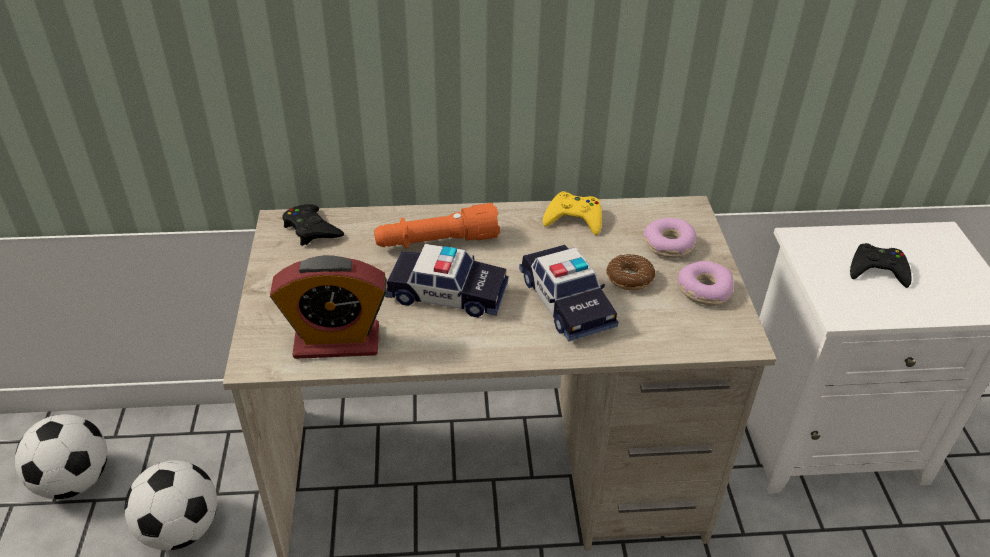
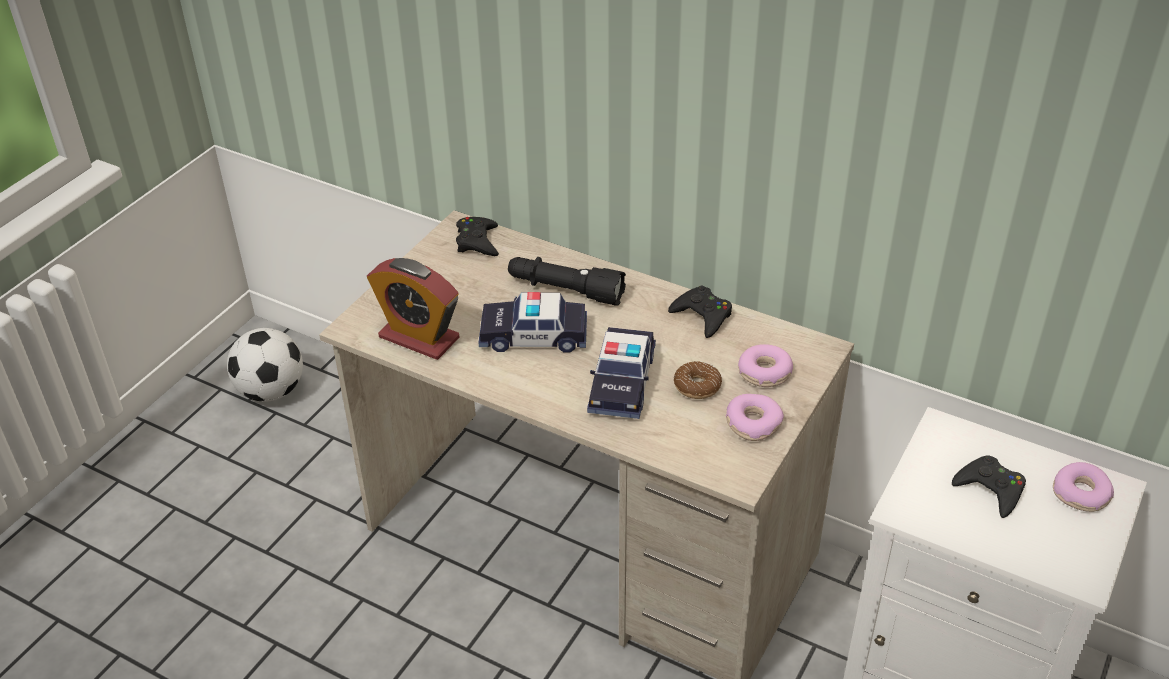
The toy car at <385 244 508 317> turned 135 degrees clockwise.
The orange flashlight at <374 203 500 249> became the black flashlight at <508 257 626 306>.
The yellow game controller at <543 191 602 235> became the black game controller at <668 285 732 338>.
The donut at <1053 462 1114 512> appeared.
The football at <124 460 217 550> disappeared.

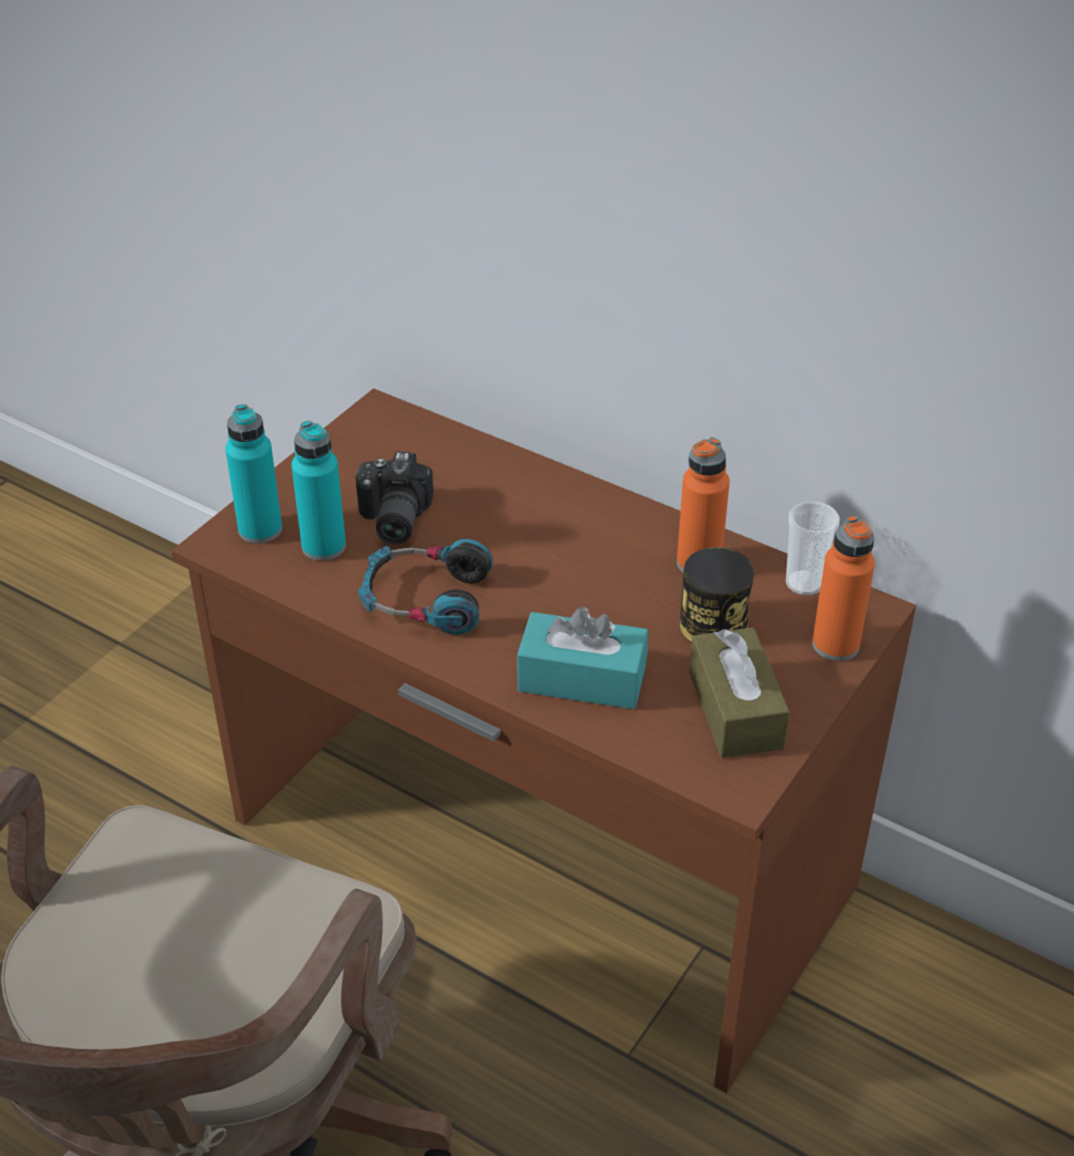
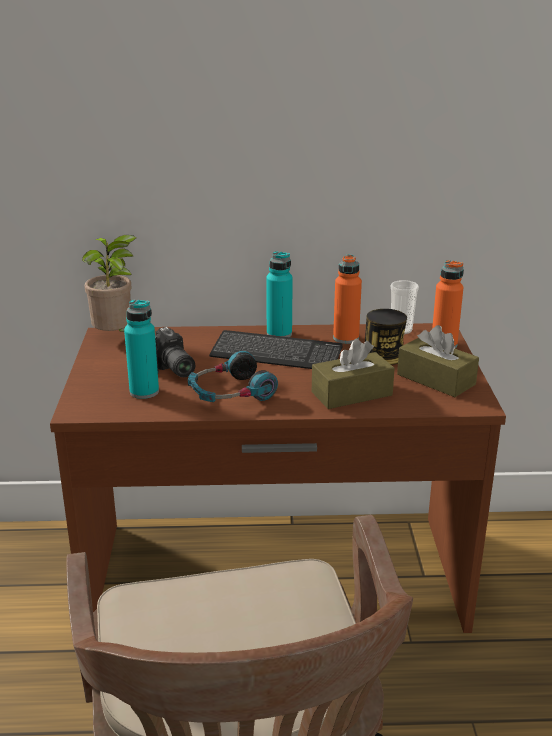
The potted plant at <82 235 136 332> appeared.
The keyboard at <209 330 343 369> appeared.
The turquoise bottle moved from <225 404 282 544> to <266 251 293 337>.
The turquoise tissue box at <517 607 648 709> became the brown tissue box at <312 339 395 409>.

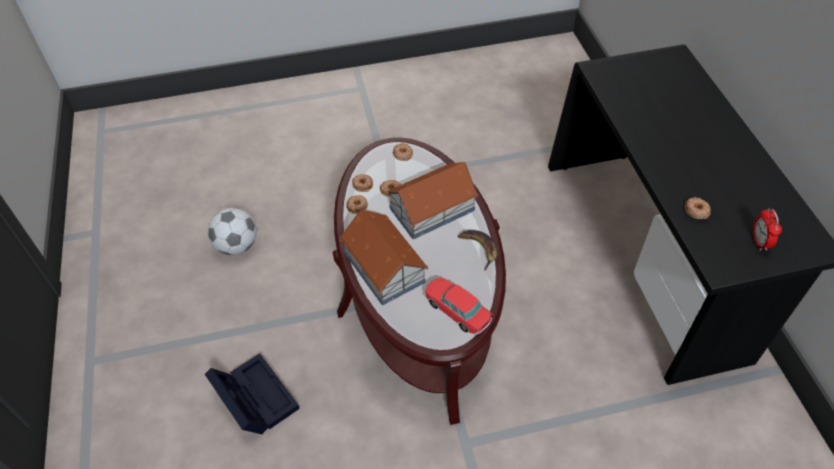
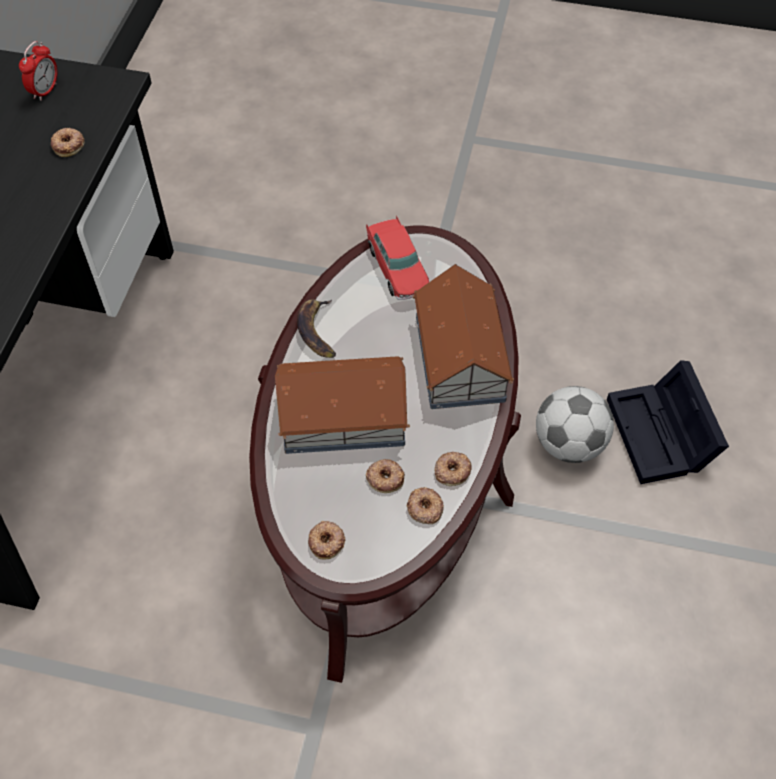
The football moved from <208 208 257 255> to <536 386 614 463>.

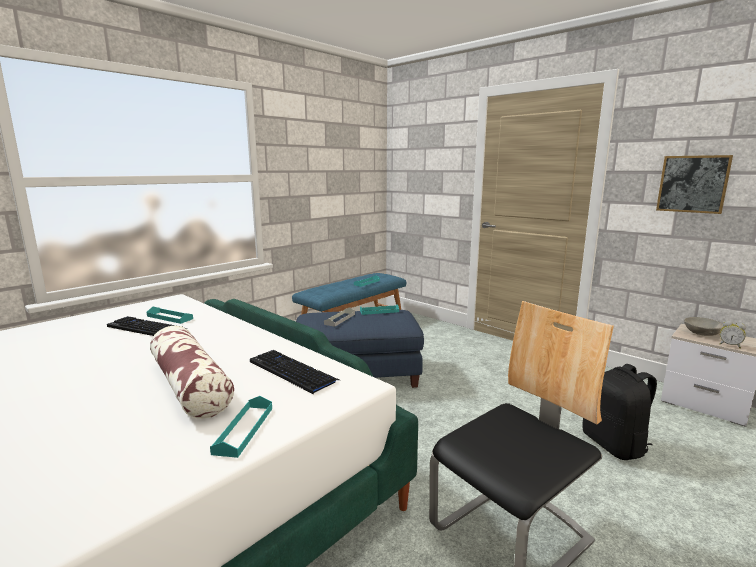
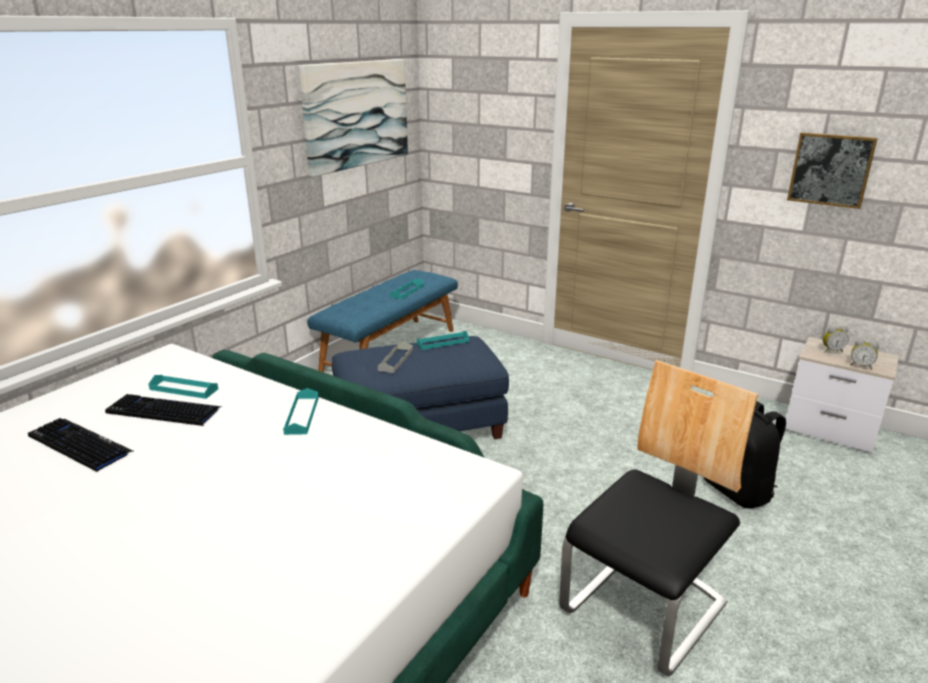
The keyboard moved from <250 350 339 394> to <28 418 134 472>.
The turquoise tray moved from <210 396 272 458> to <283 388 319 435>.
The picture at <299 59 408 177> appeared.
The grey bowl at <684 317 724 336> was replaced by the alarm clock at <823 326 849 353>.
The pillow at <150 326 234 419> disappeared.

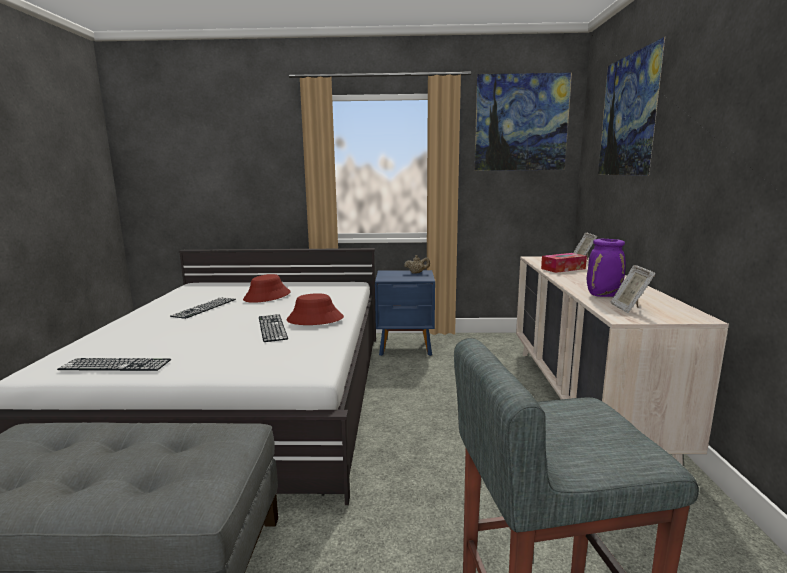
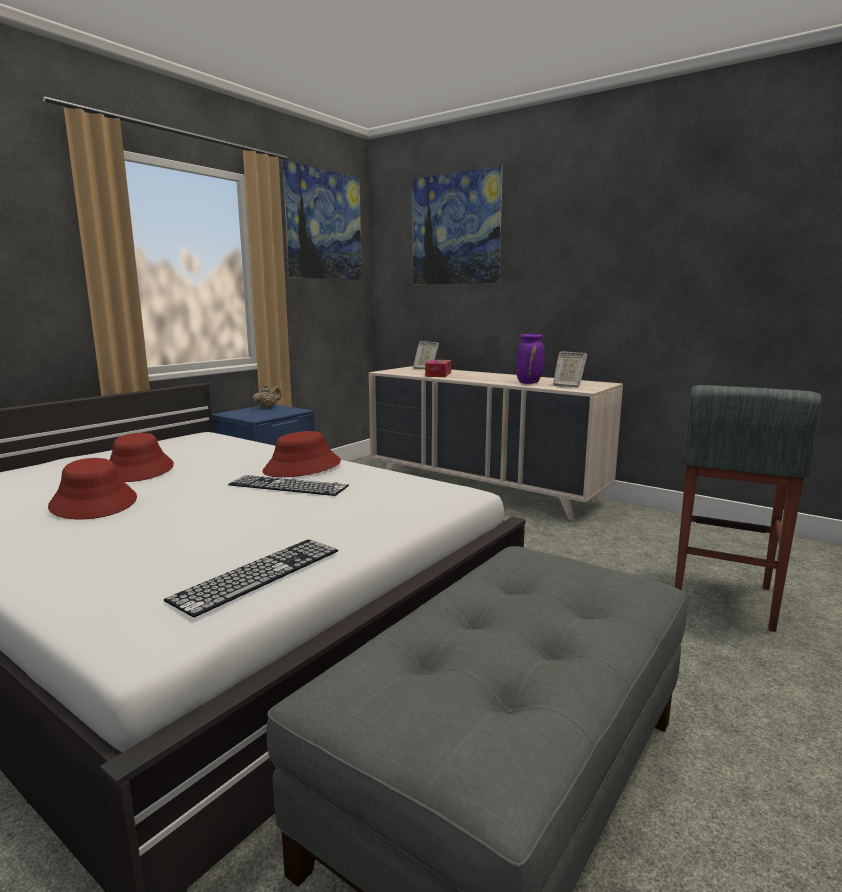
The keyboard at <170 297 236 319> was replaced by the red hat at <48 458 137 520>.

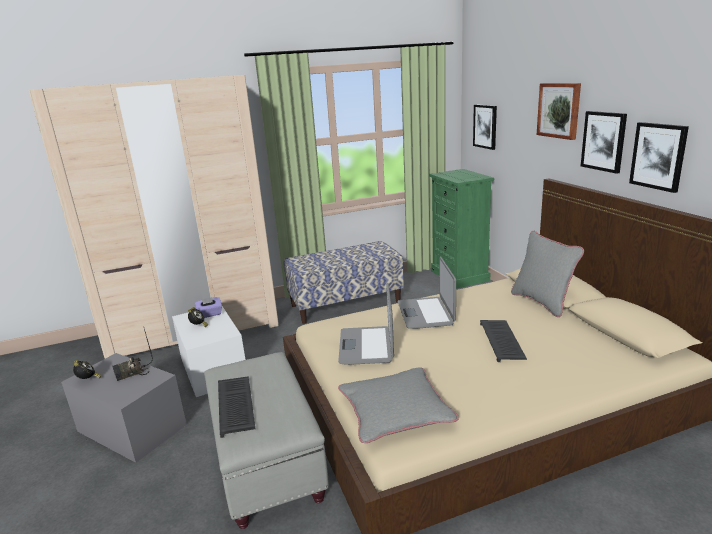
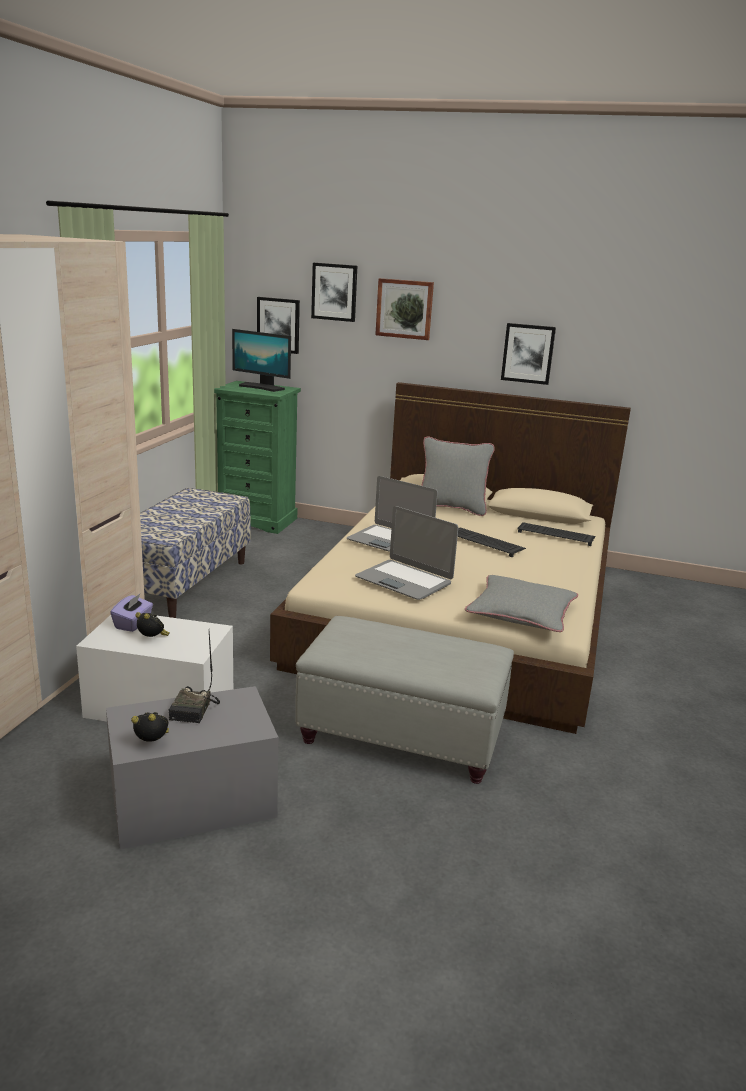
The monitor at <232 329 291 392> appeared.
The picture moved from <581 111 627 174> to <311 263 357 322>.
The keyboard moved from <218 376 255 438> to <517 522 595 546>.

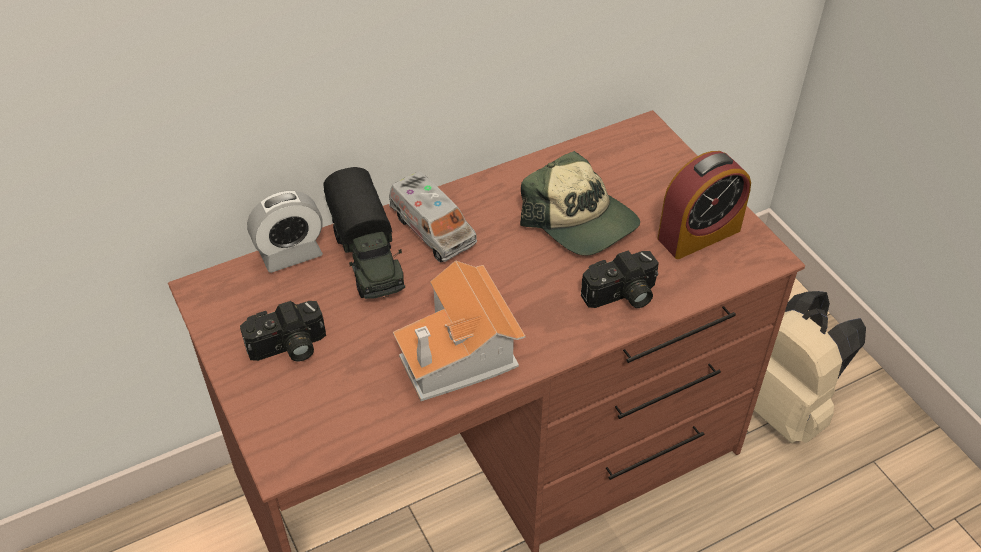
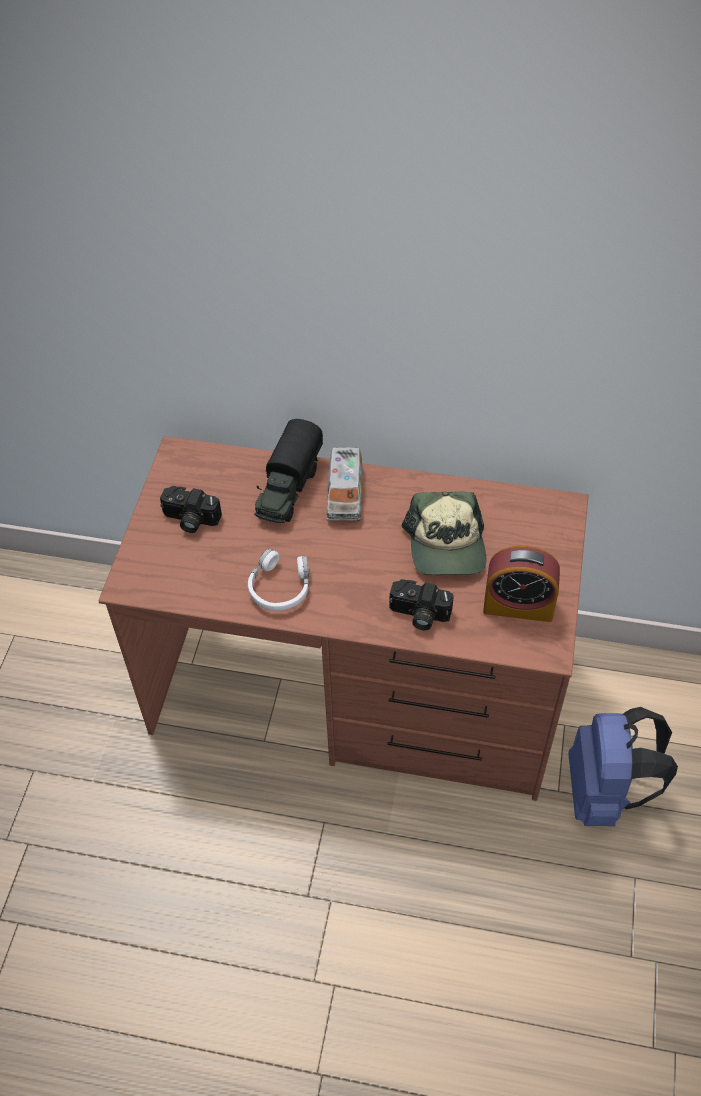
The toy house at <393 260 526 401> was replaced by the white headphones at <248 548 309 611>.
The beige backpack at <754 291 866 443> became the blue backpack at <568 707 678 826>.
The alarm clock at <247 191 323 273> disappeared.

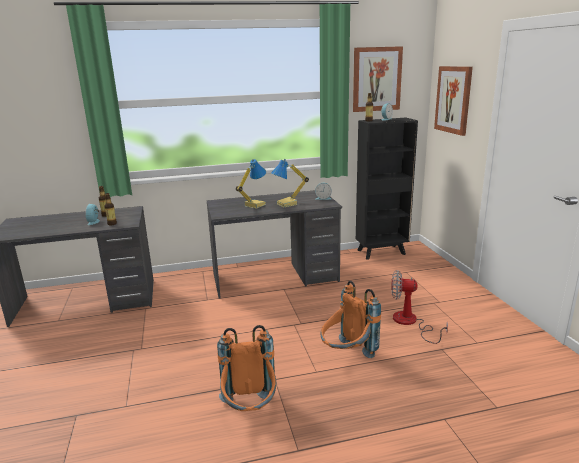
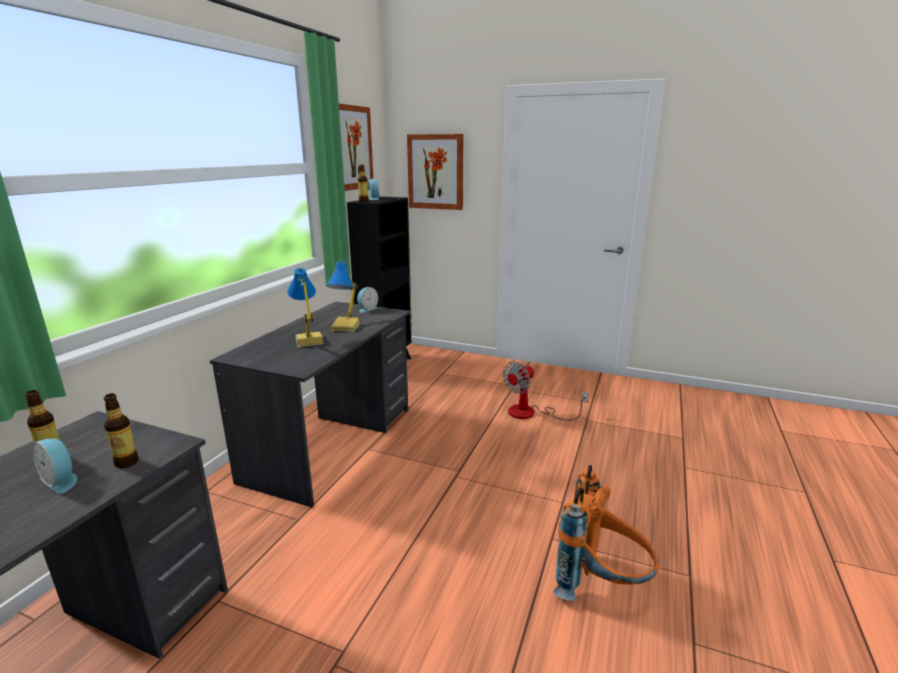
The orange backpack at <321 281 381 358> disappeared.

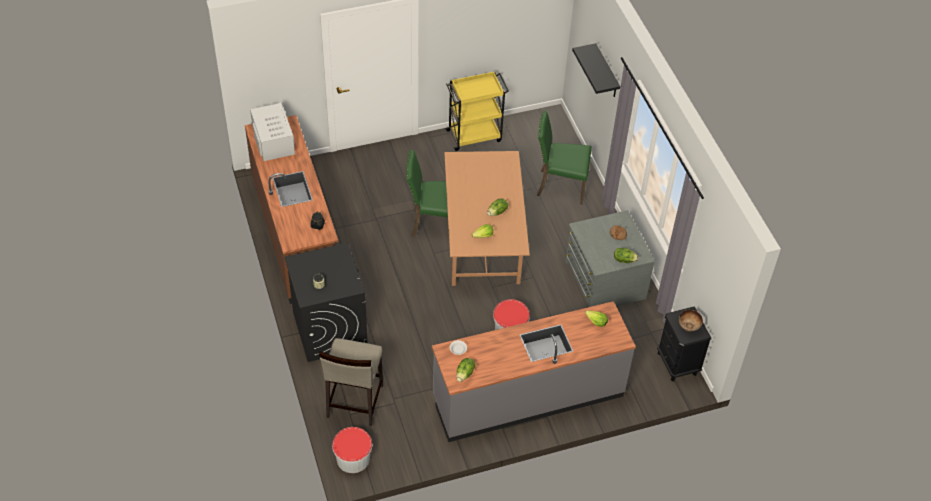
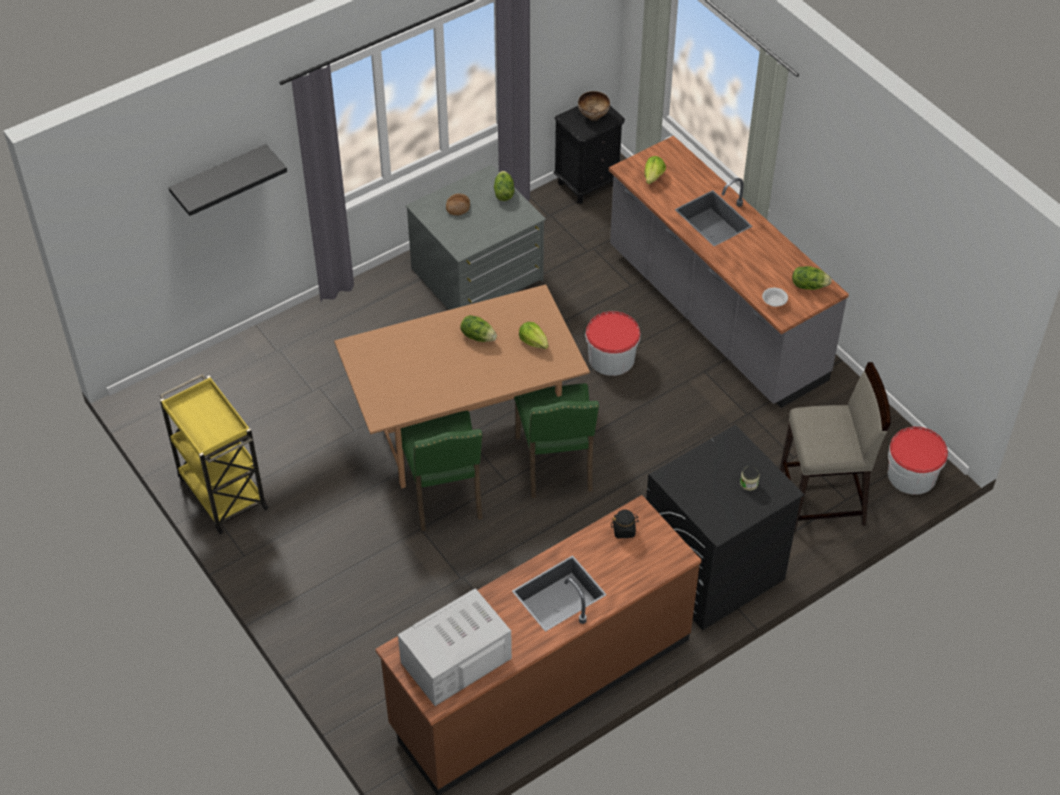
The green chair moved from <537 111 592 205> to <514 383 599 498>.

